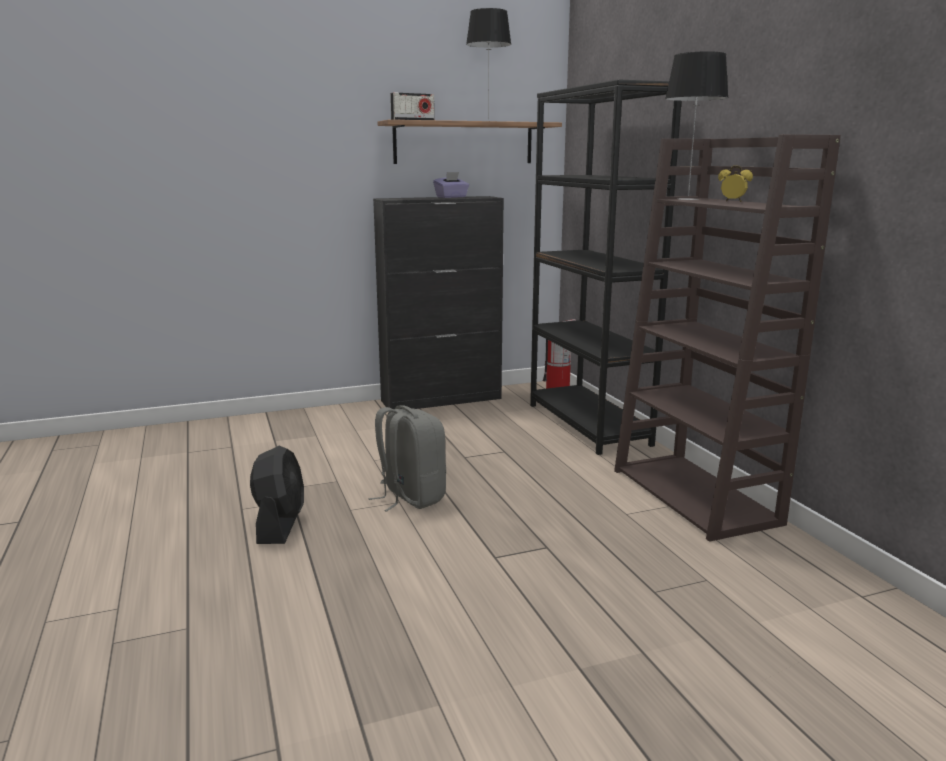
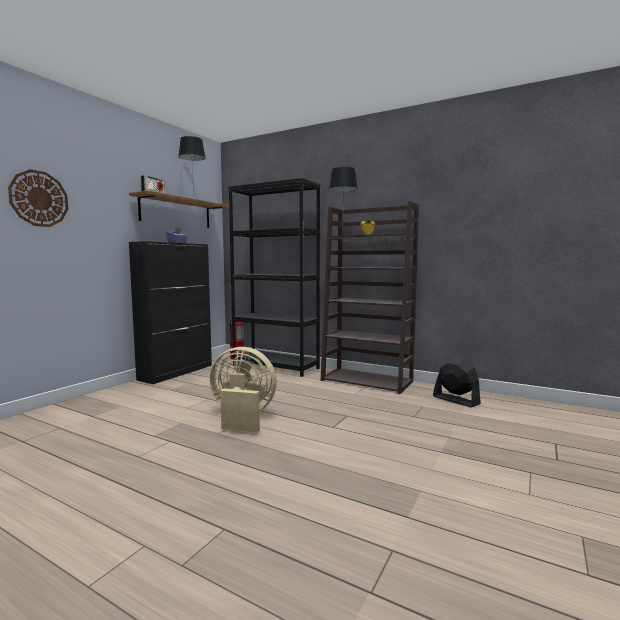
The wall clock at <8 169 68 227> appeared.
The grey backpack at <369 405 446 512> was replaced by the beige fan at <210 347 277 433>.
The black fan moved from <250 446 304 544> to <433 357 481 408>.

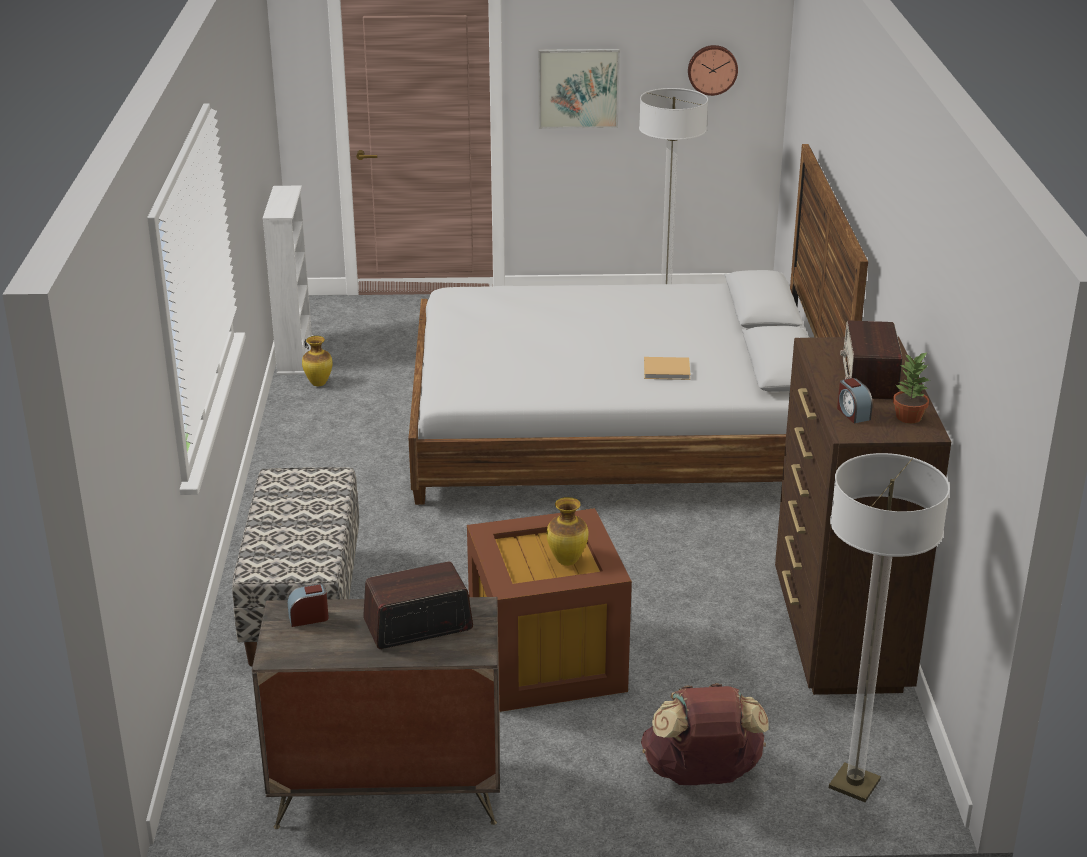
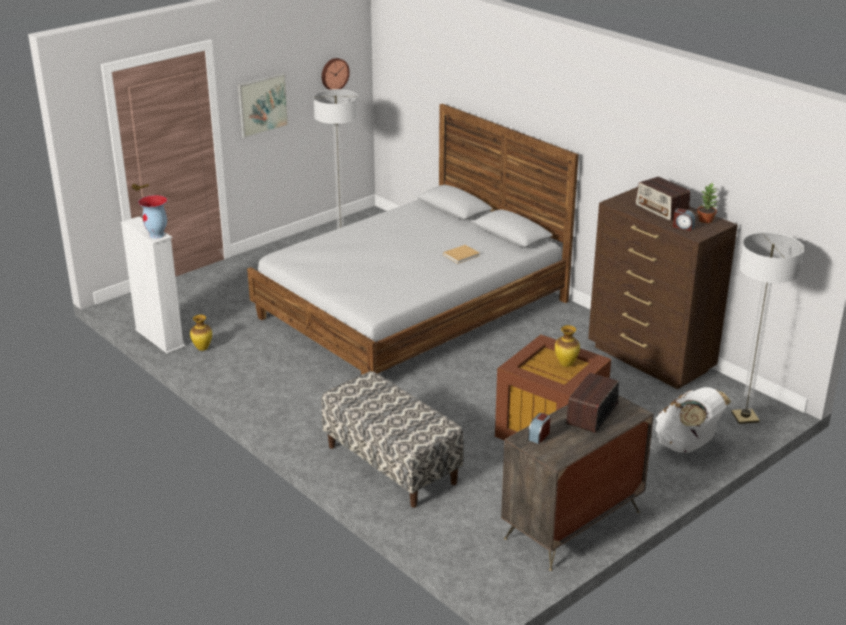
The vase at <138 195 167 239> appeared.
The brown backpack at <641 683 769 785> became the white backpack at <656 387 731 453>.

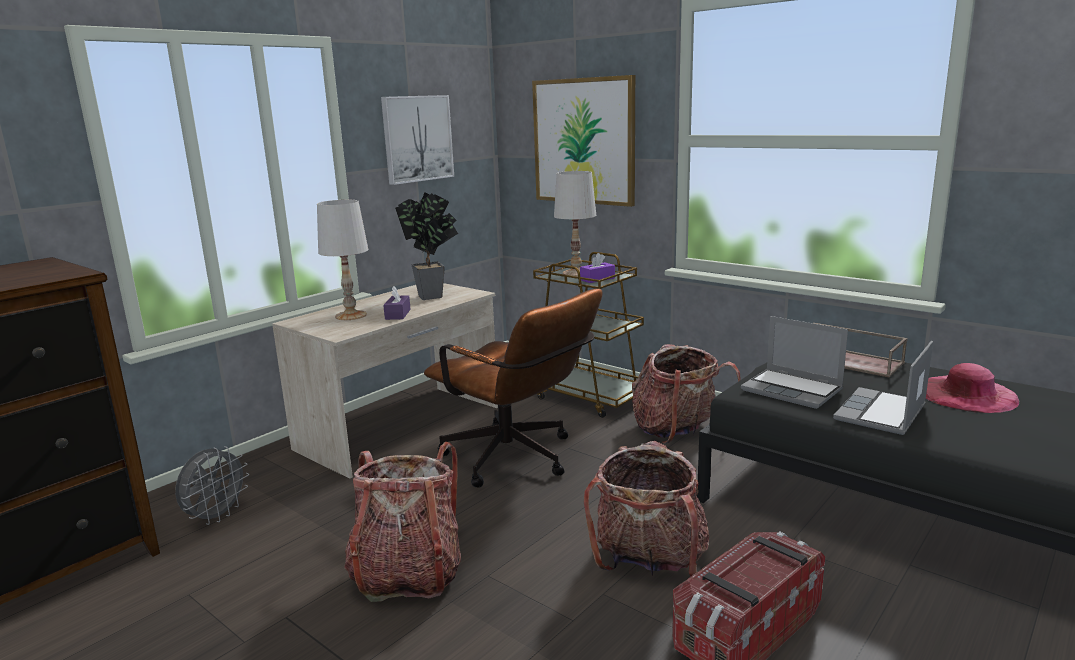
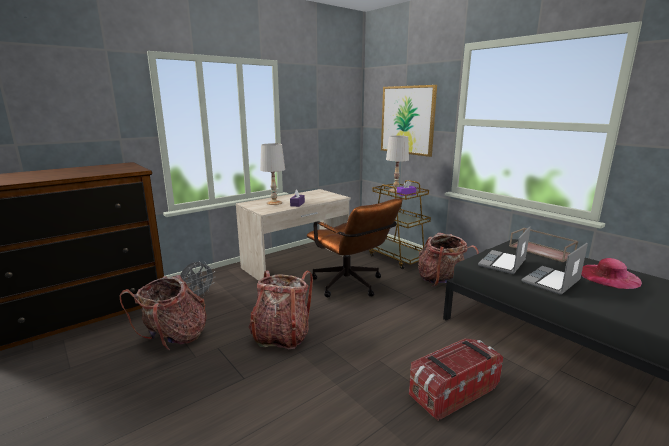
The backpack moved from <584 441 709 577> to <120 275 206 350>.
The laptop at <741 316 848 409> turned 75 degrees clockwise.
The picture at <381 95 454 185> disappeared.
The potted plant at <395 192 458 300> disappeared.

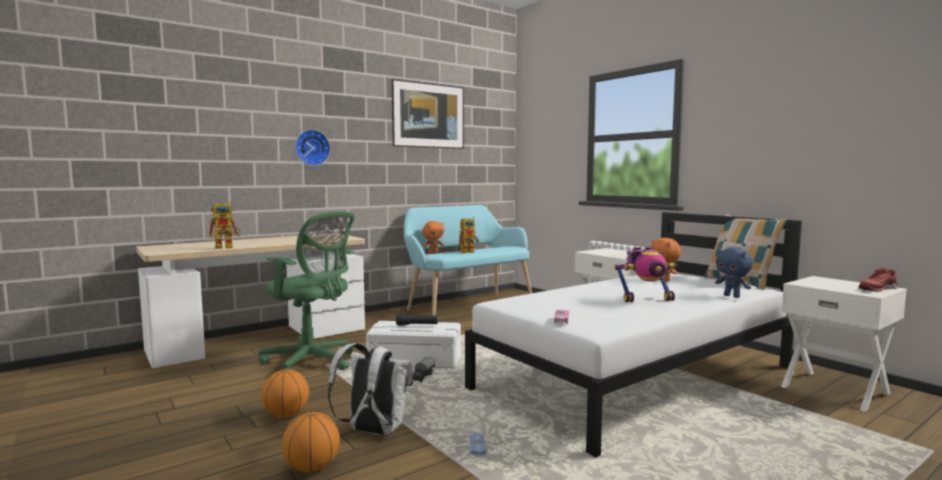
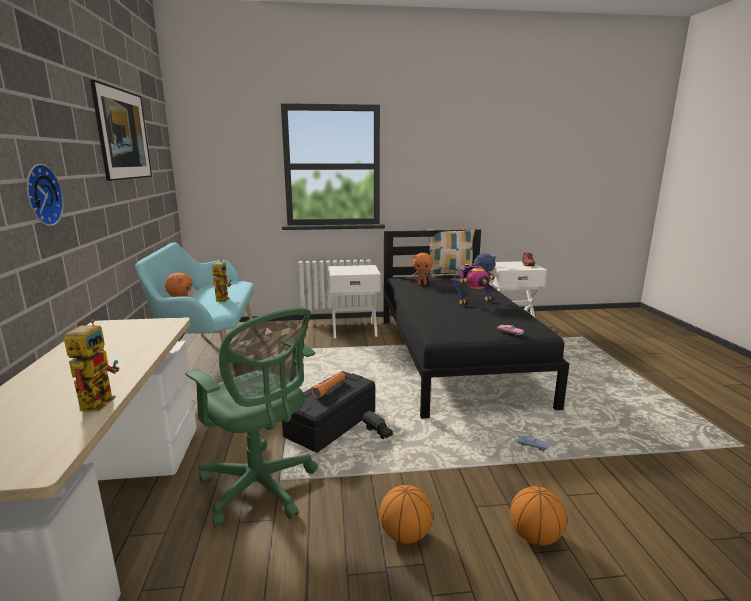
The green office chair at <258 211 355 370> turned 75 degrees clockwise.
The white storage box at <366 321 461 368> became the black storage box at <282 371 375 453>.
The black flashlight at <396 314 438 325> became the orange flashlight at <312 372 345 398>.
The white bed at <465 212 802 457> became the black bed at <383 229 569 419>.
The toy robot at <615 247 677 302> turned 45 degrees clockwise.
The white backpack at <328 343 413 435> disappeared.

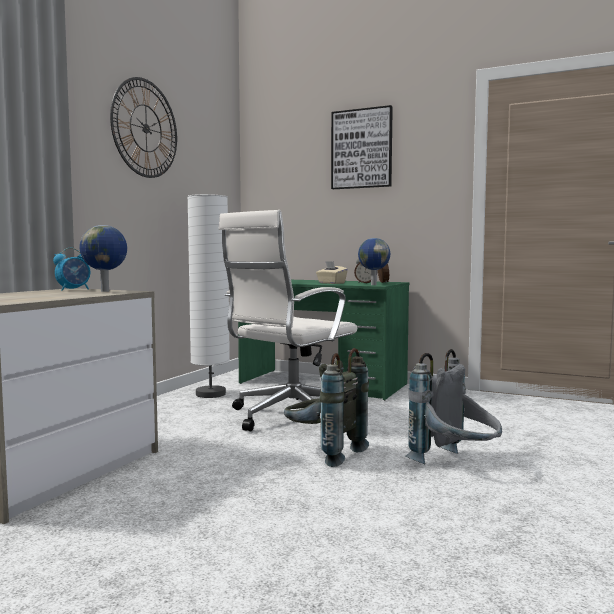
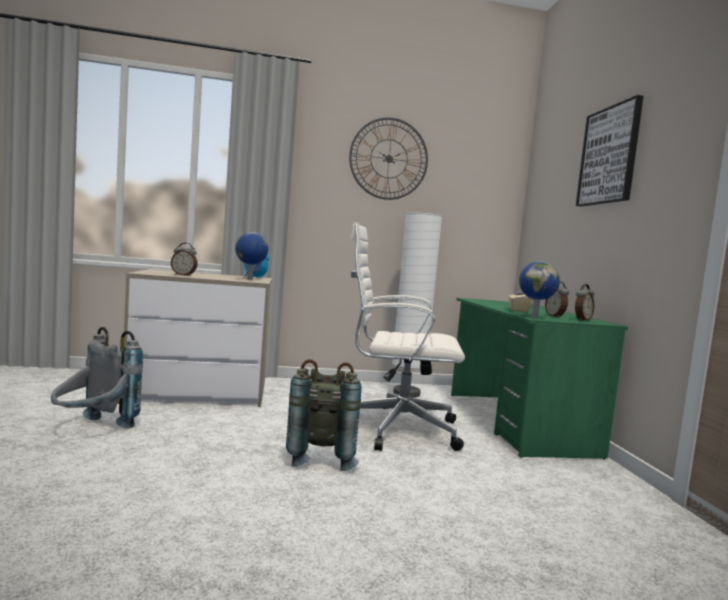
The grey backpack moved from <405 349 502 464> to <51 327 143 428>.
The alarm clock at <171 243 197 276> appeared.

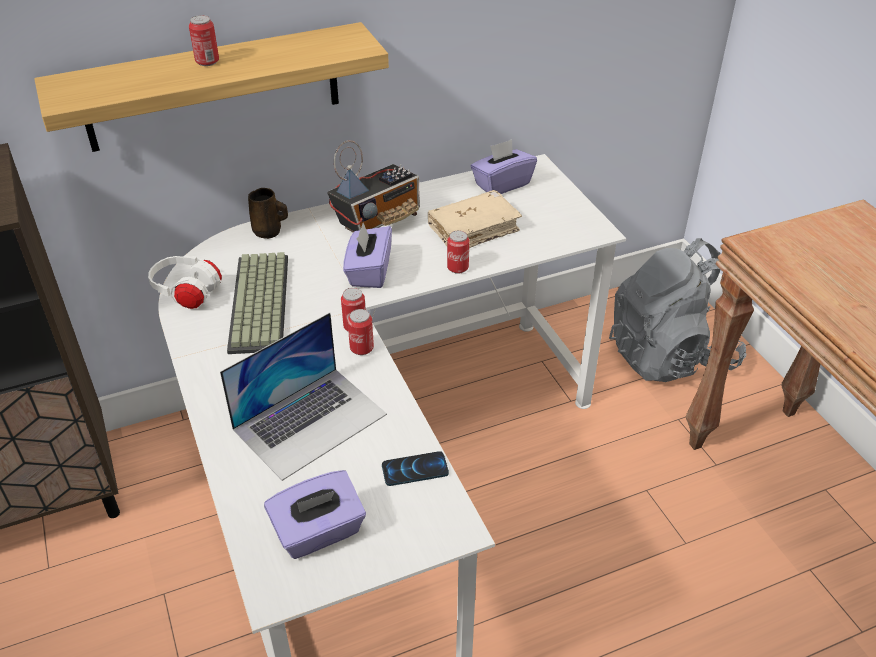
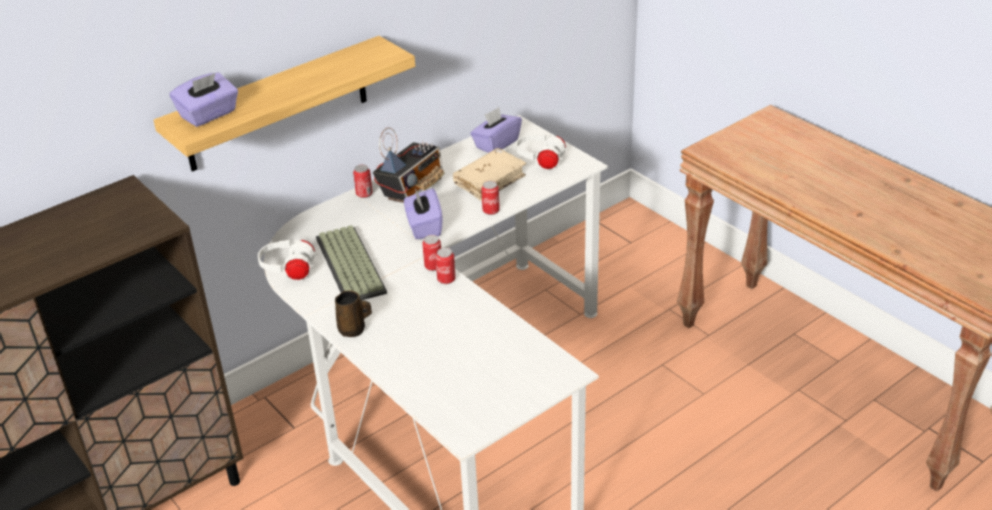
The purple tissue box moved from <264 470 366 559> to <170 73 238 127>.
The brown mug moved from <248 188 288 239> to <335 290 372 337>.
The can moved from <189 15 219 66> to <353 165 372 198>.
The white headphones at <516 134 568 169> appeared.
The laptop at <220 312 387 481> disappeared.
The phone at <382 451 449 486> disappeared.
The grey backpack at <609 238 747 382> disappeared.

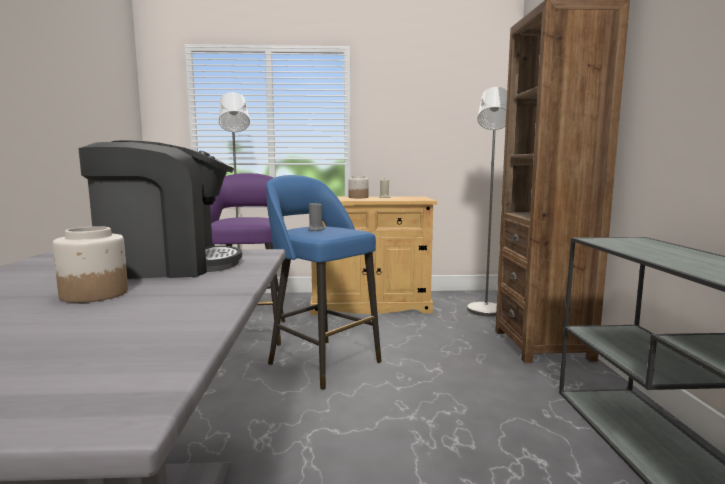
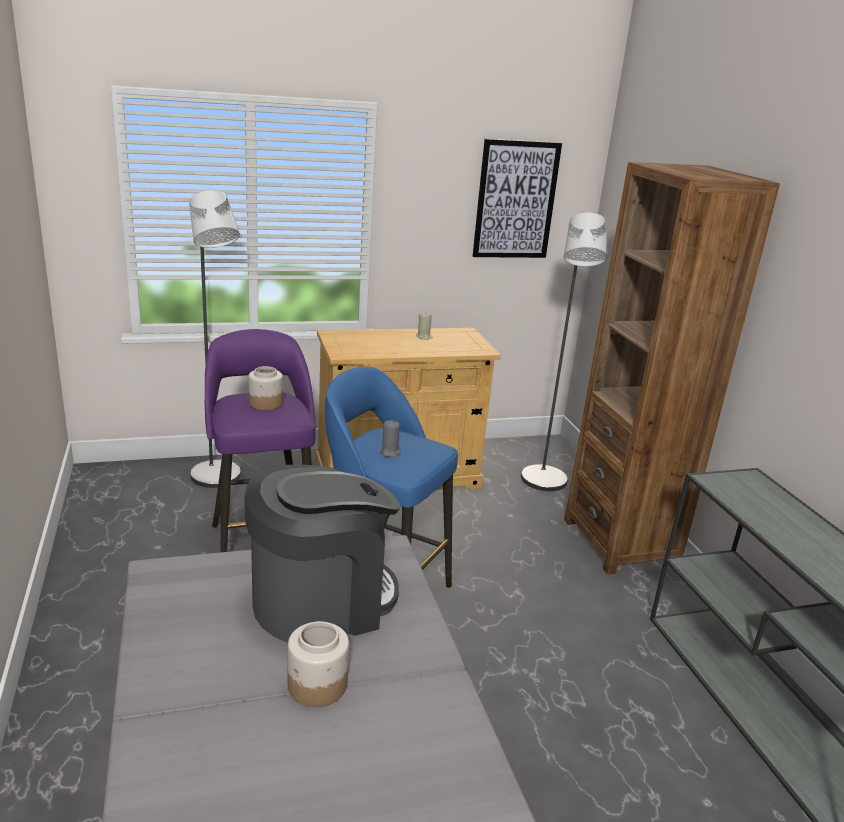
The jar moved from <348 176 368 198> to <248 366 283 410>.
The picture at <473 139 562 258> appeared.

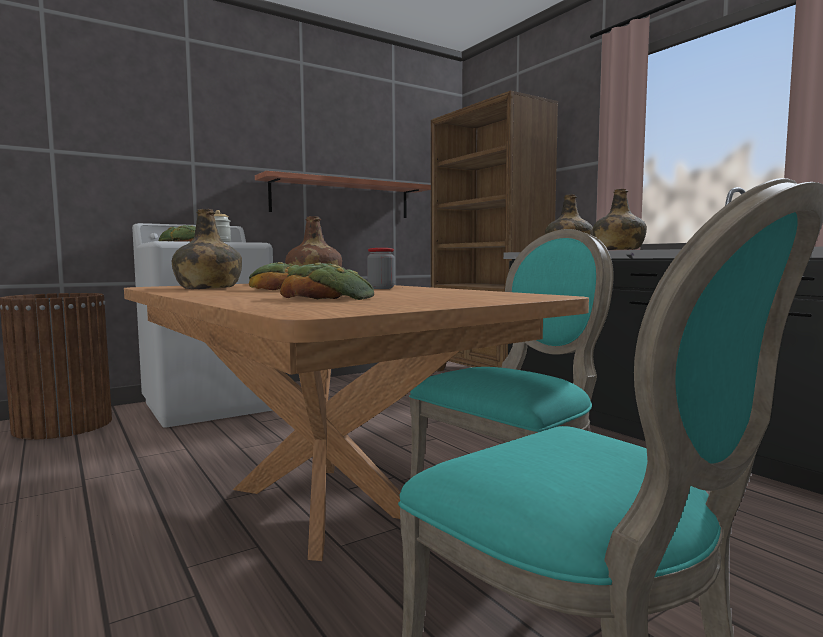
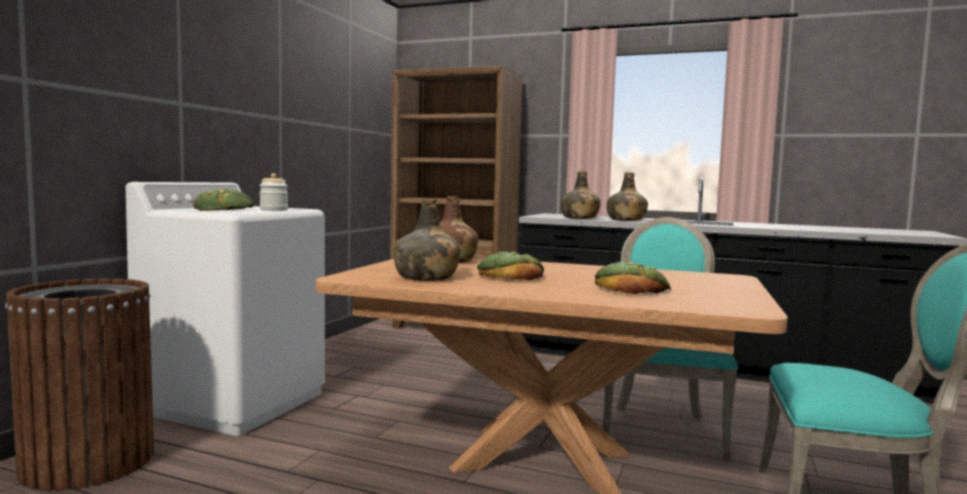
The shelf at <255 171 431 218> disappeared.
The jar at <367 248 395 289> disappeared.

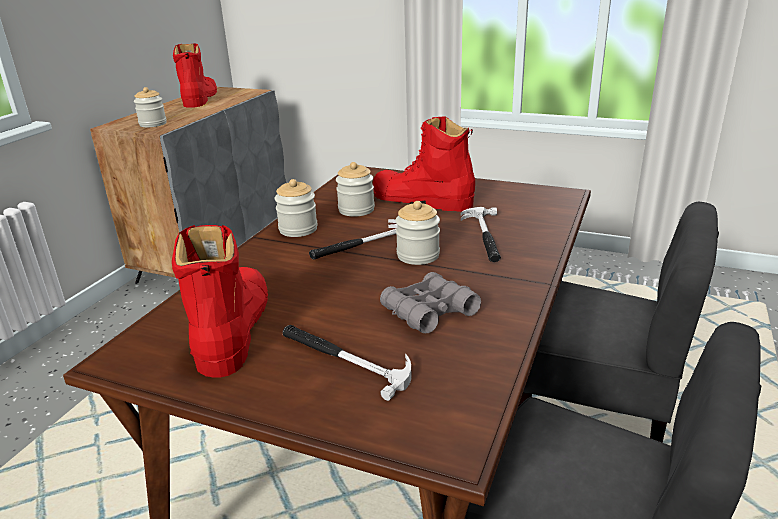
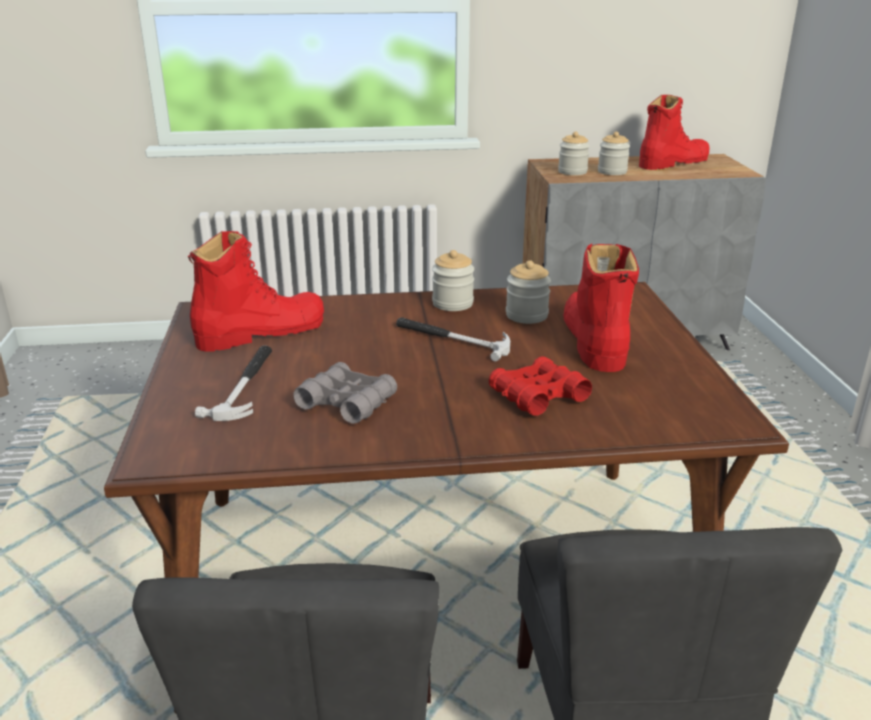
The hammer at <461 207 501 262> was replaced by the red binoculars at <489 356 592 415>.
The jar moved from <395 201 440 265> to <598 132 630 175>.

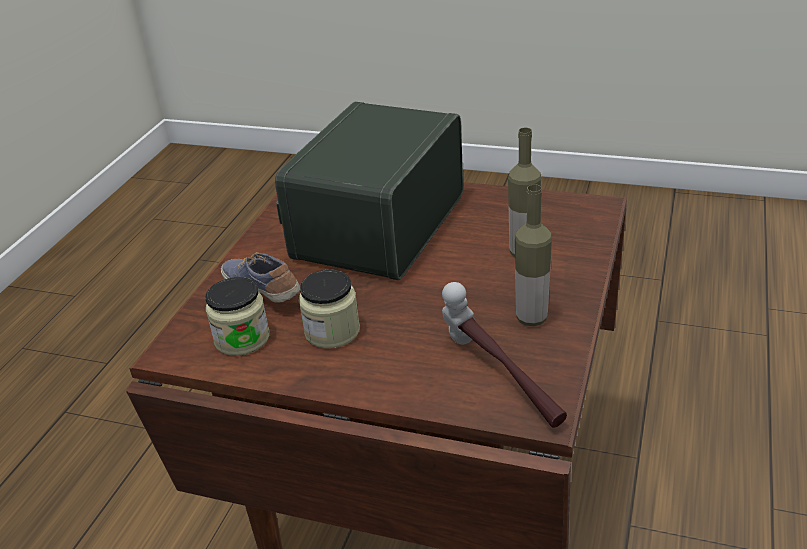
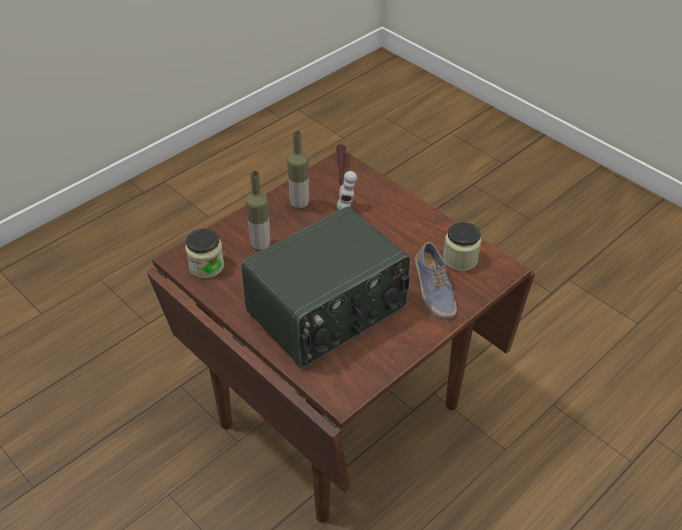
The jar moved from <299 270 360 348> to <185 228 224 278>.

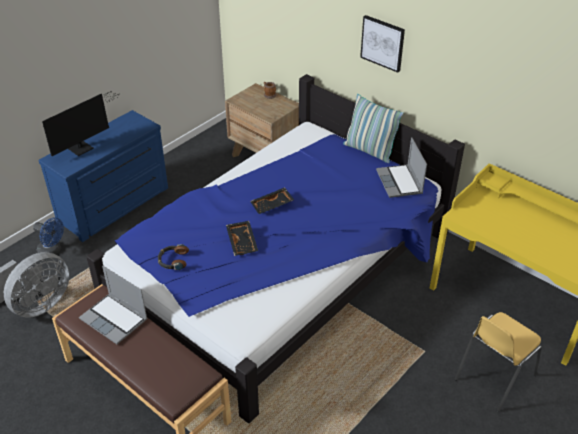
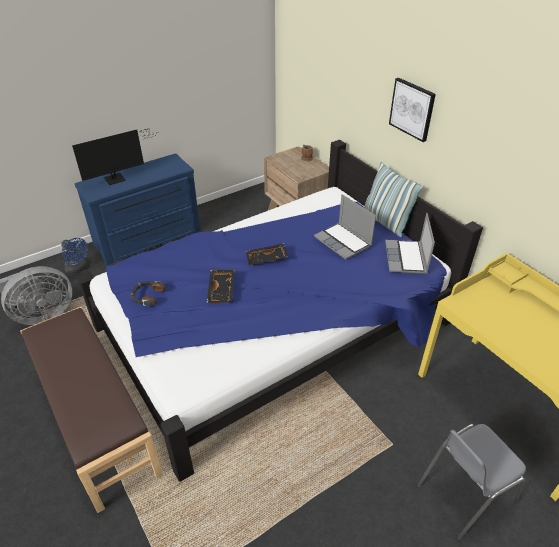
The laptop moved from <79 266 148 344> to <314 194 376 260>.
The yellow chair at <454 312 542 412> became the grey chair at <417 424 526 540>.

